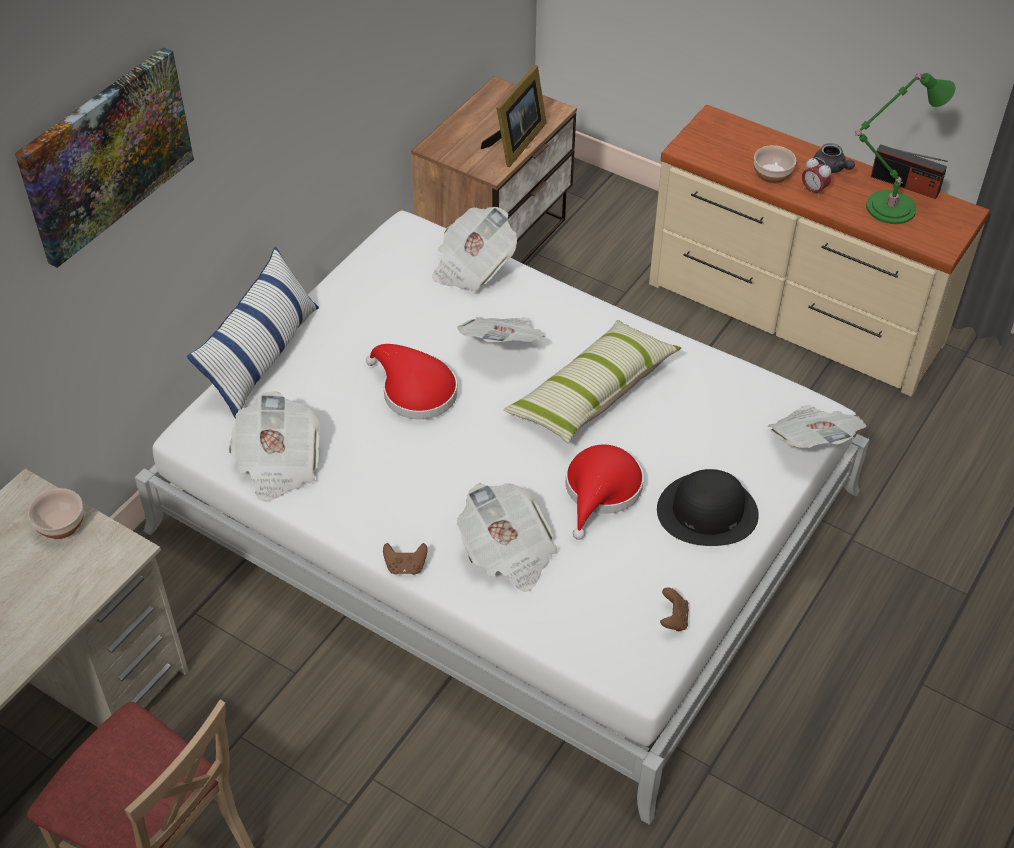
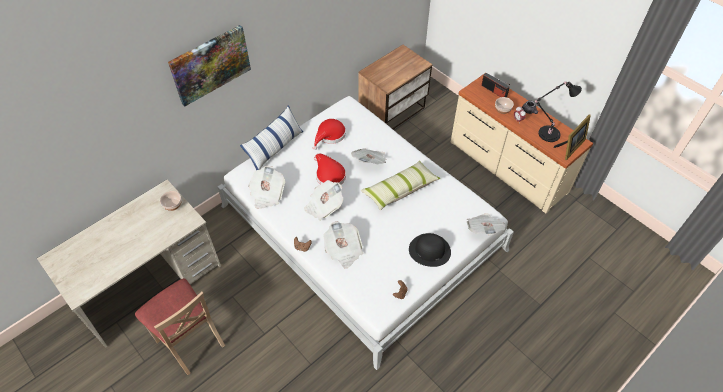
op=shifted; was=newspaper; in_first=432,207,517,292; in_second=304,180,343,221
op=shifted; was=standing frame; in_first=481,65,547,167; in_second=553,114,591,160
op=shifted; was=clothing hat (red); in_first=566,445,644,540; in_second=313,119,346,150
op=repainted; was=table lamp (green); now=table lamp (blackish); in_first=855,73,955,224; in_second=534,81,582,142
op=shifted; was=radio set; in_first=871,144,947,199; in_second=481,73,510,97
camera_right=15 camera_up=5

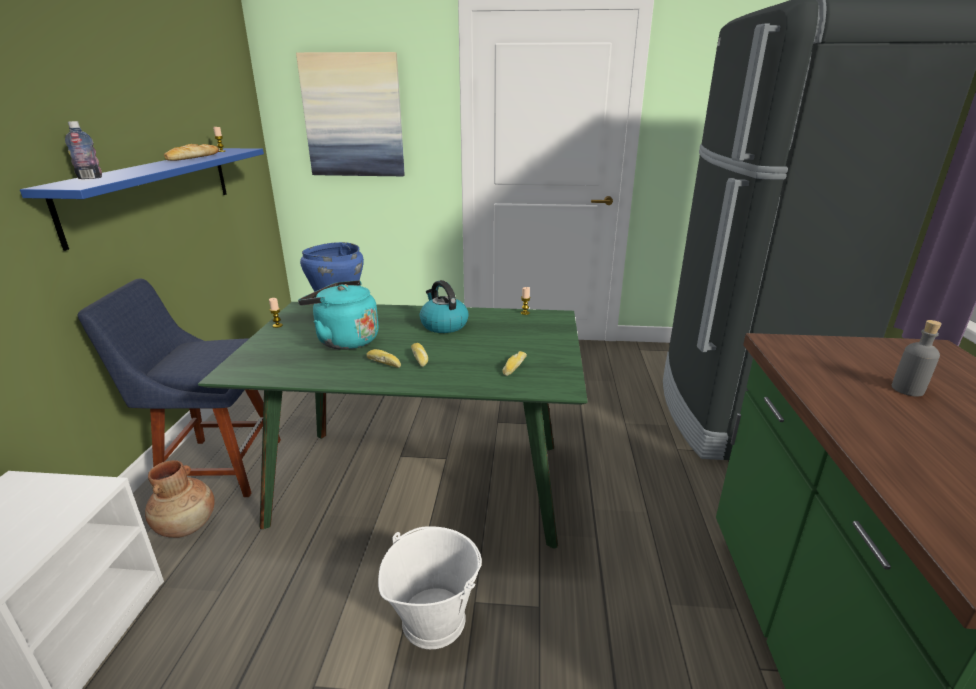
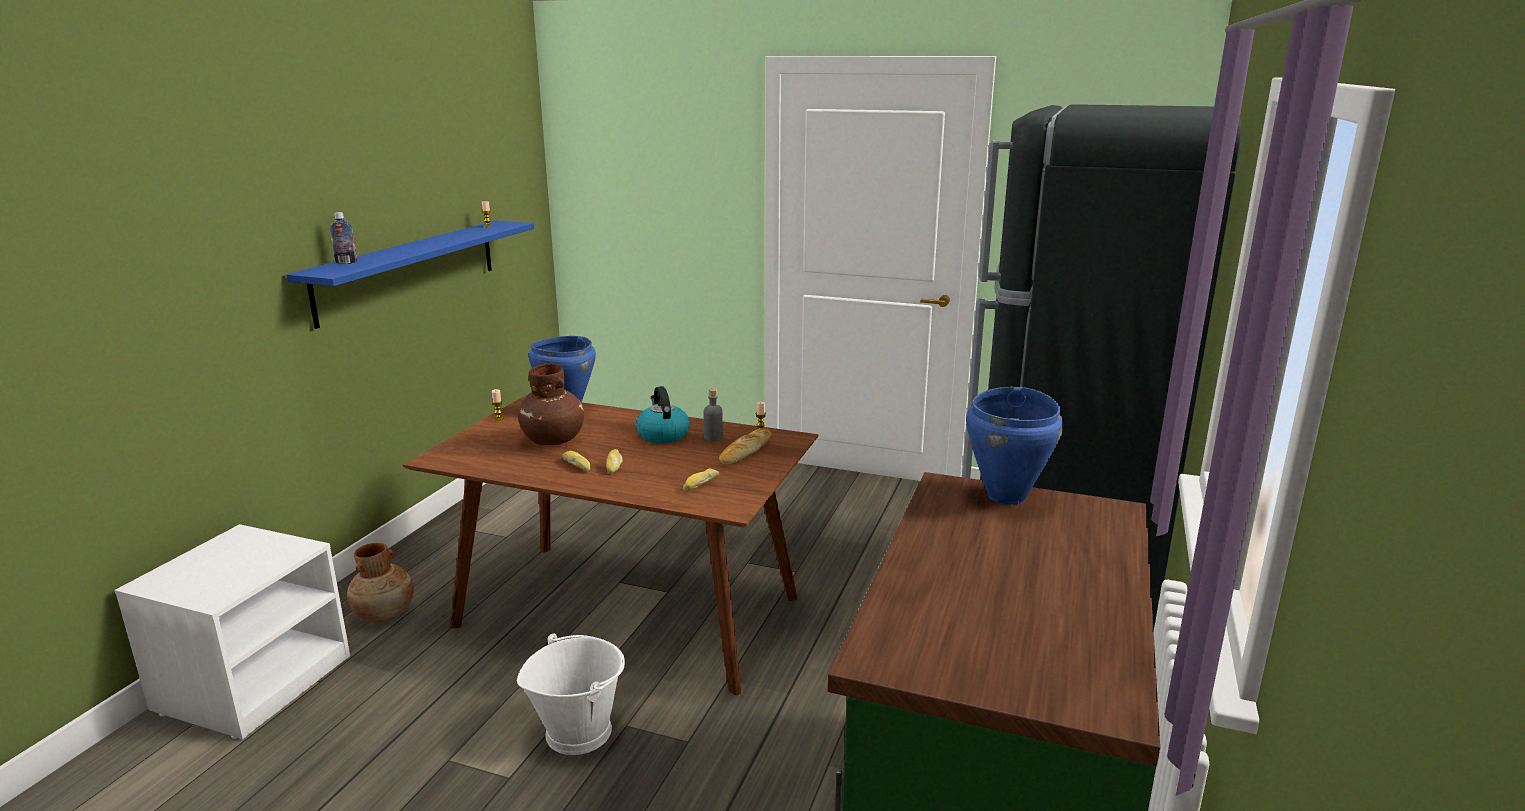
op=gone; was=upright chair (bluish); in_first=77,279,281,497
op=shifted; was=bread; in_first=164,144,219,161; in_second=719,428,772,465
op=repainted; was=dinner table (green); now=dinner table (brown-coloured); in_first=198,302,588,549; in_second=403,395,819,695
op=gone; was=wall picture; in_first=296,52,405,176
op=swapped; was=kettle (turquoise); now=vase (brown-coloured); in_first=298,280,379,350; in_second=518,364,584,445
op=shifted; was=beverage bottle (greyish); in_first=892,320,942,396; in_second=704,388,723,441
op=new; now=stockpot (bluish); in_second=966,386,1063,505
camera_right=15 camera_up=-5

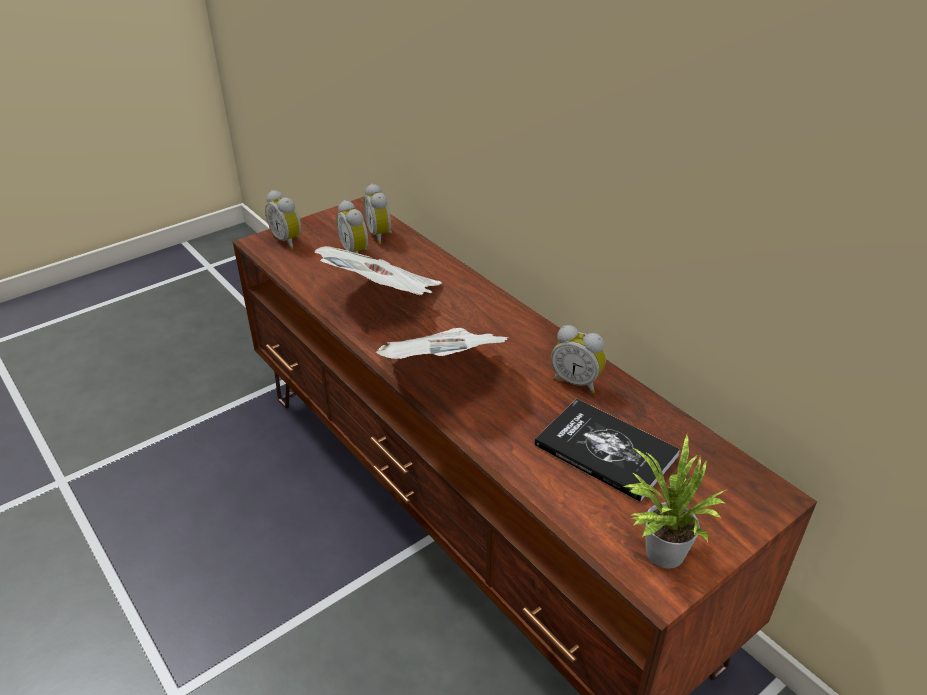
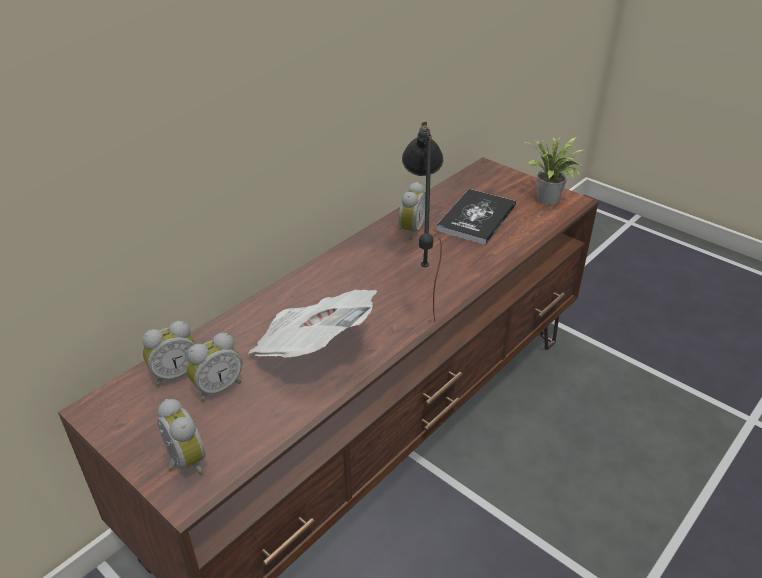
op=rotated; was=alarm clock; in_first=265,190,301,249; in_second=157,399,206,474; clockwise=-75
op=swapped; was=newspaper; now=table lamp (blackish); in_first=376,328,510,359; in_second=402,122,443,322
camera_right=-100 camera_up=0

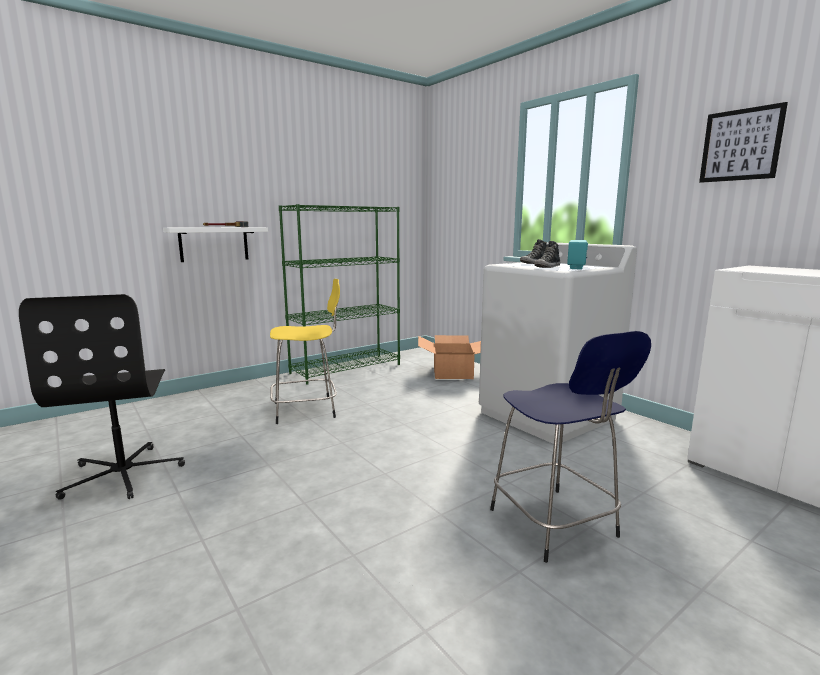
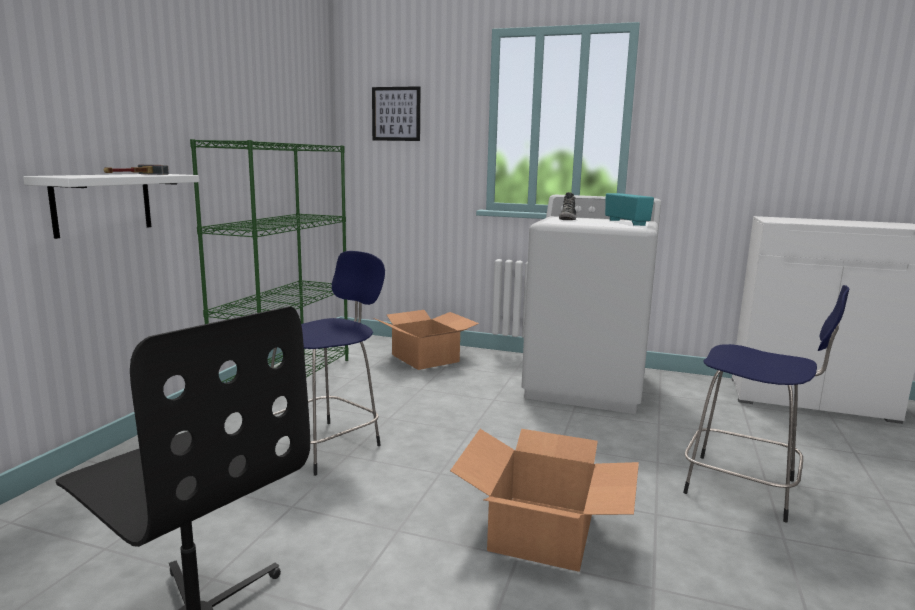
op=repainted; was=stool seat (yellow); now=stool seat (bluish); in_first=270,279,340,424; in_second=271,251,385,476
op=gone; was=shoe; in_first=534,241,560,268
op=shifted; was=wall picture; in_first=699,102,788,183; in_second=372,86,420,141
op=new; now=carton; in_second=450,429,639,572
camera_right=-35 camera_up=0

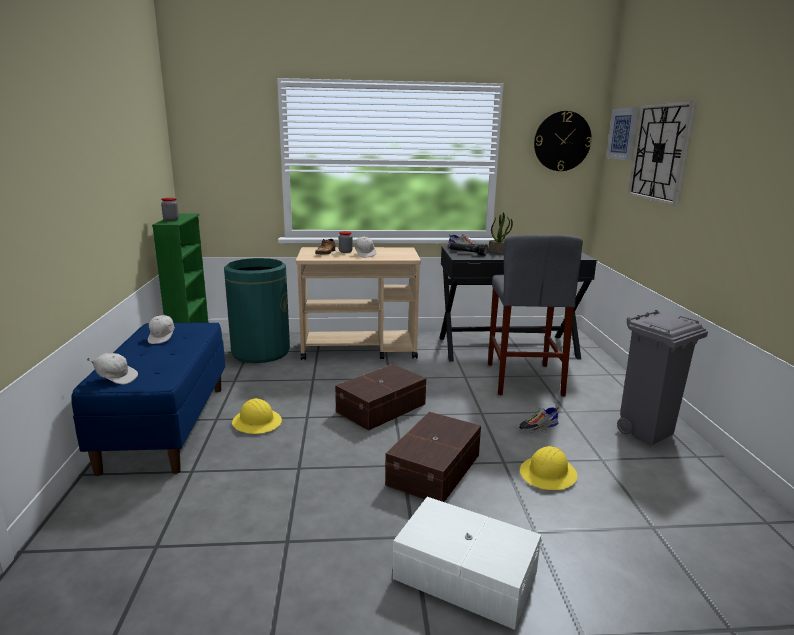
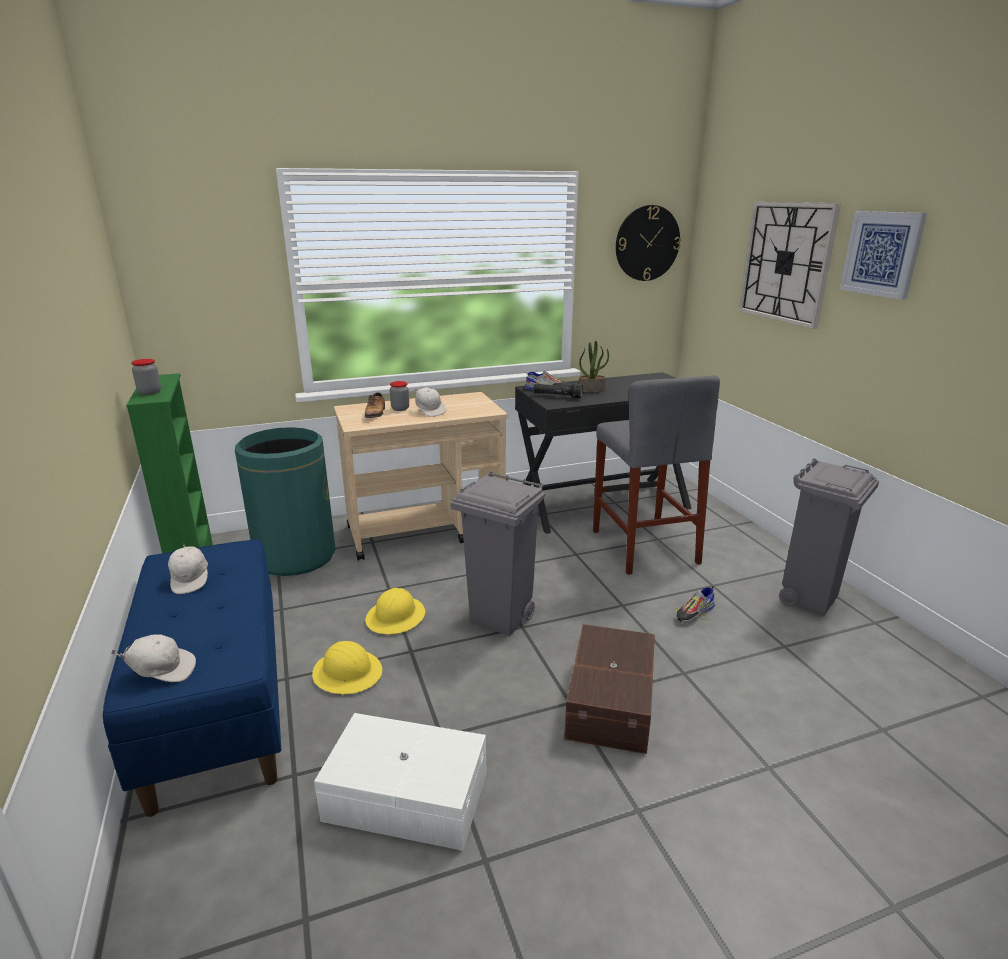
op=swapped; was=storage container (brown-coloured); now=trash can (greyish); in_first=335,364,426,431; in_second=451,471,545,636
op=shifted; was=storage container (whitish); in_first=393,497,541,630; in_second=314,713,486,851
op=shifted; was=hard hat (yellow); in_first=520,446,577,490; in_second=365,588,425,634
op=shifted; was=wall picture; in_first=606,107,639,160; in_second=840,211,927,300
camera_right=-15 camera_up=5

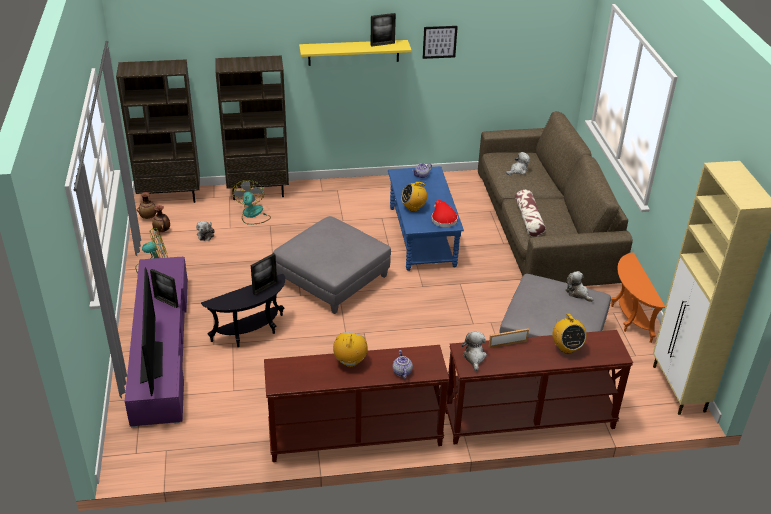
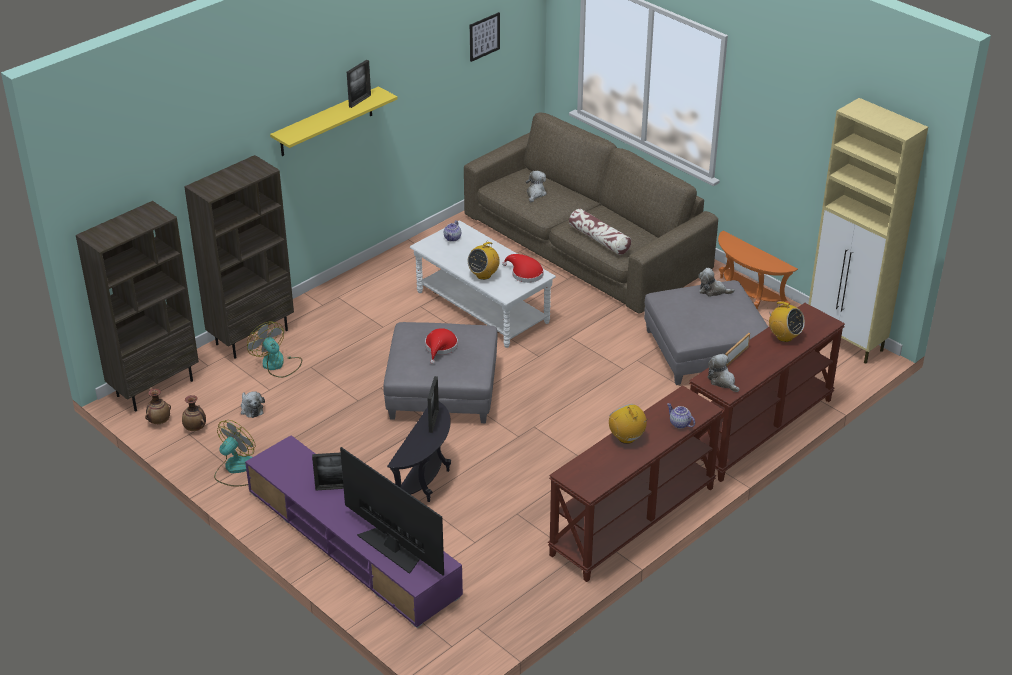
op=repainted; was=coffee table (bluish); now=coffee table (whitish); in_first=388,166,464,271; in_second=410,220,556,348
op=shifted; was=wall picture; in_first=423,26,458,59; in_second=470,12,500,62
op=new; now=clothing hat (red); in_second=425,328,458,364
camera_right=-35 camera_up=0

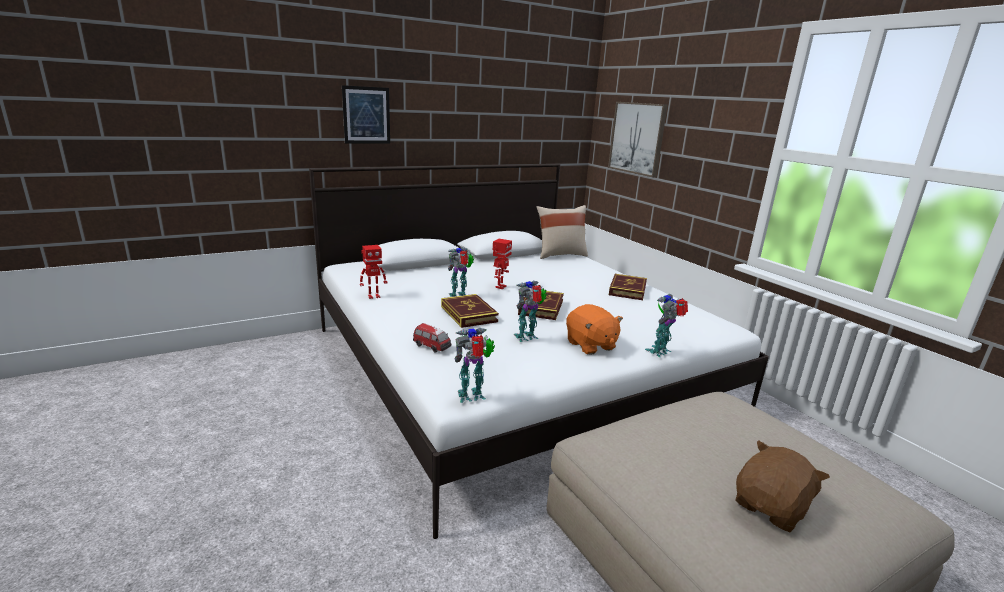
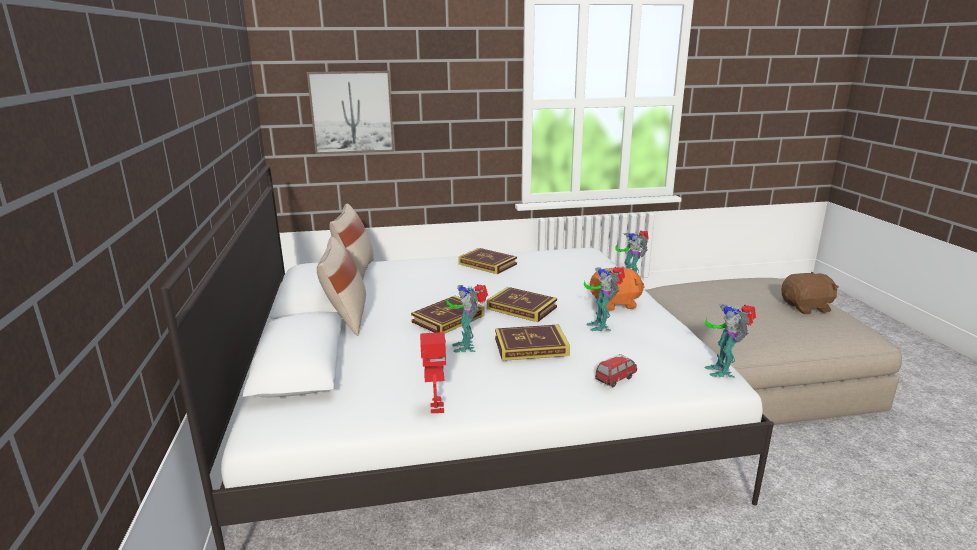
op=gone; was=wall picture; in_first=342,85,390,144
op=swapped; was=toy robot; now=book; in_first=493,239,512,289; in_second=411,295,484,333
op=rotated; was=cuddly toy (brown-coloured); in_first=735,440,830,532; in_second=781,272,839,314; clockwise=105
op=new; now=cushion (beige); in_second=317,237,366,336
camera_right=-70 camera_up=0

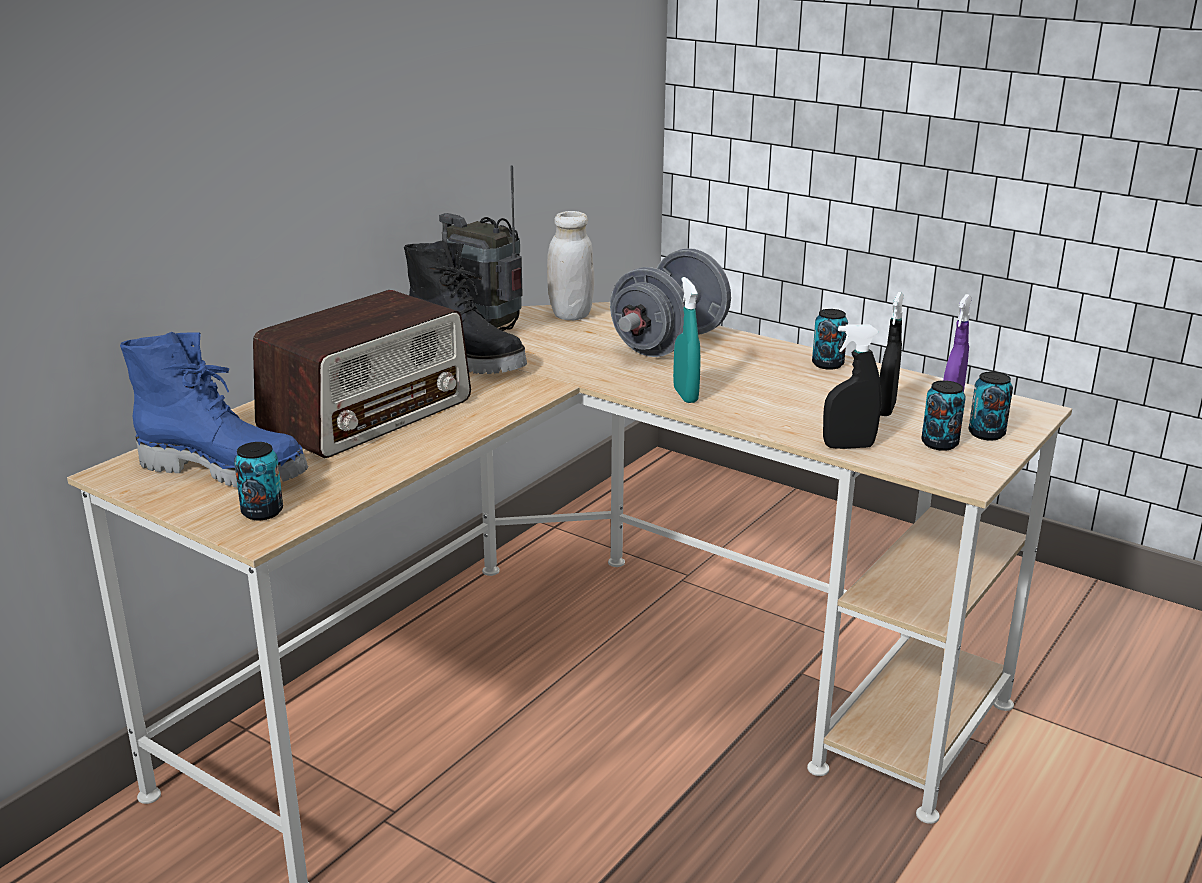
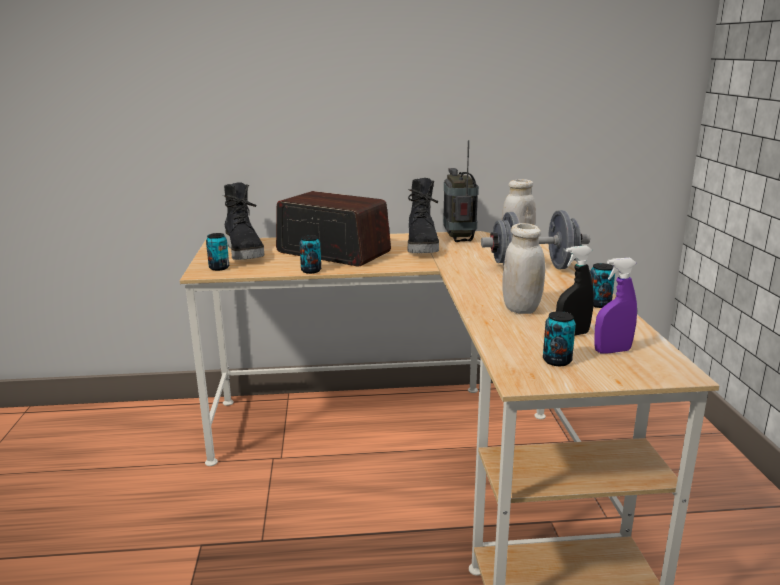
op=repainted; was=boot (bluish); now=boot (blackish); in_first=120,332,308,488; in_second=224,182,264,260
op=rotated; was=radio set; in_first=253,290,471,458; in_second=276,191,391,267; clockwise=-150
op=gone; was=hand sprayer (turquoise); in_first=673,277,701,403
op=gone; was=hand sprayer (blackish); in_first=823,324,882,449
op=shifted; was=can; in_first=968,372,1013,441; in_second=299,235,321,274
op=new; now=storage jar (whitish); in_second=502,223,545,314
camera_right=50 camera_up=-5

